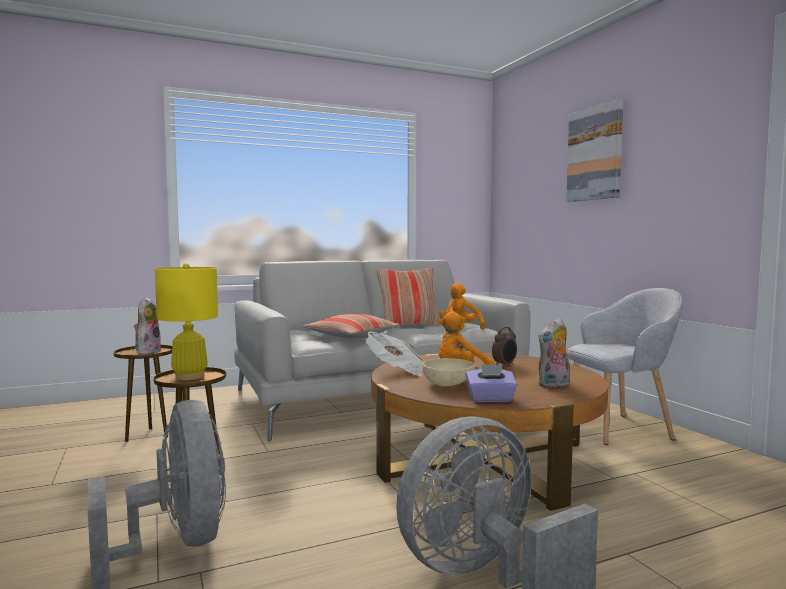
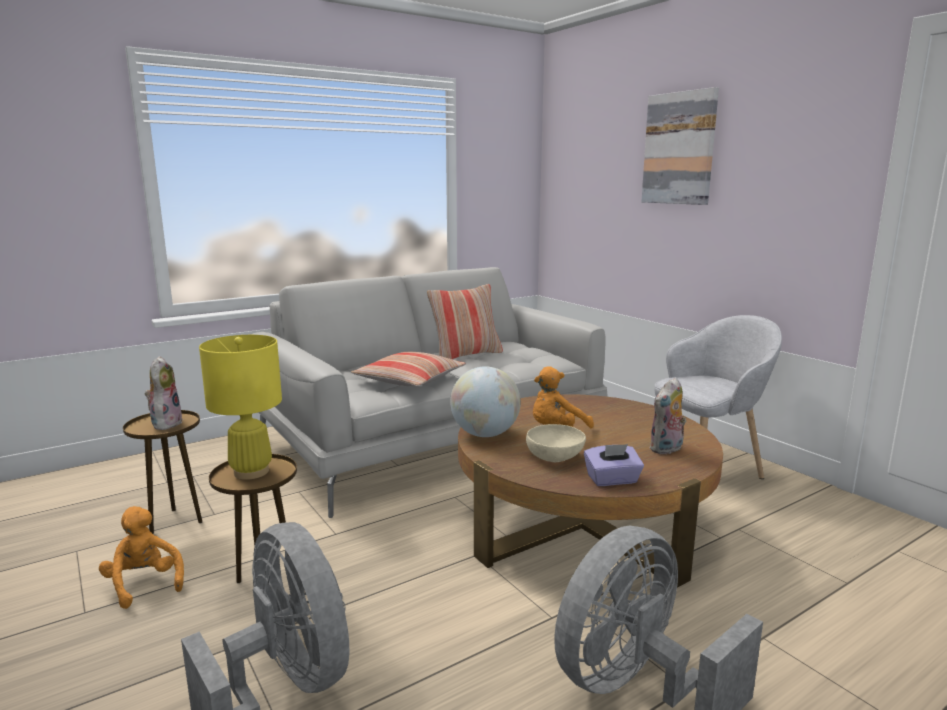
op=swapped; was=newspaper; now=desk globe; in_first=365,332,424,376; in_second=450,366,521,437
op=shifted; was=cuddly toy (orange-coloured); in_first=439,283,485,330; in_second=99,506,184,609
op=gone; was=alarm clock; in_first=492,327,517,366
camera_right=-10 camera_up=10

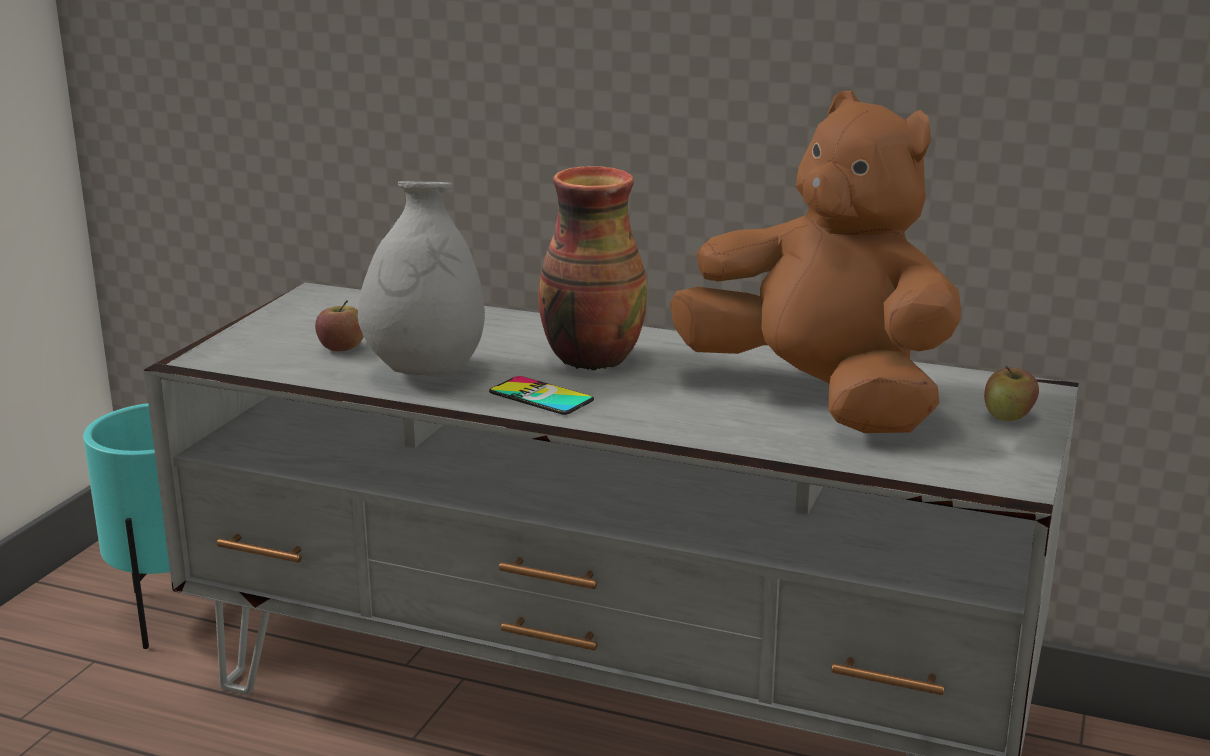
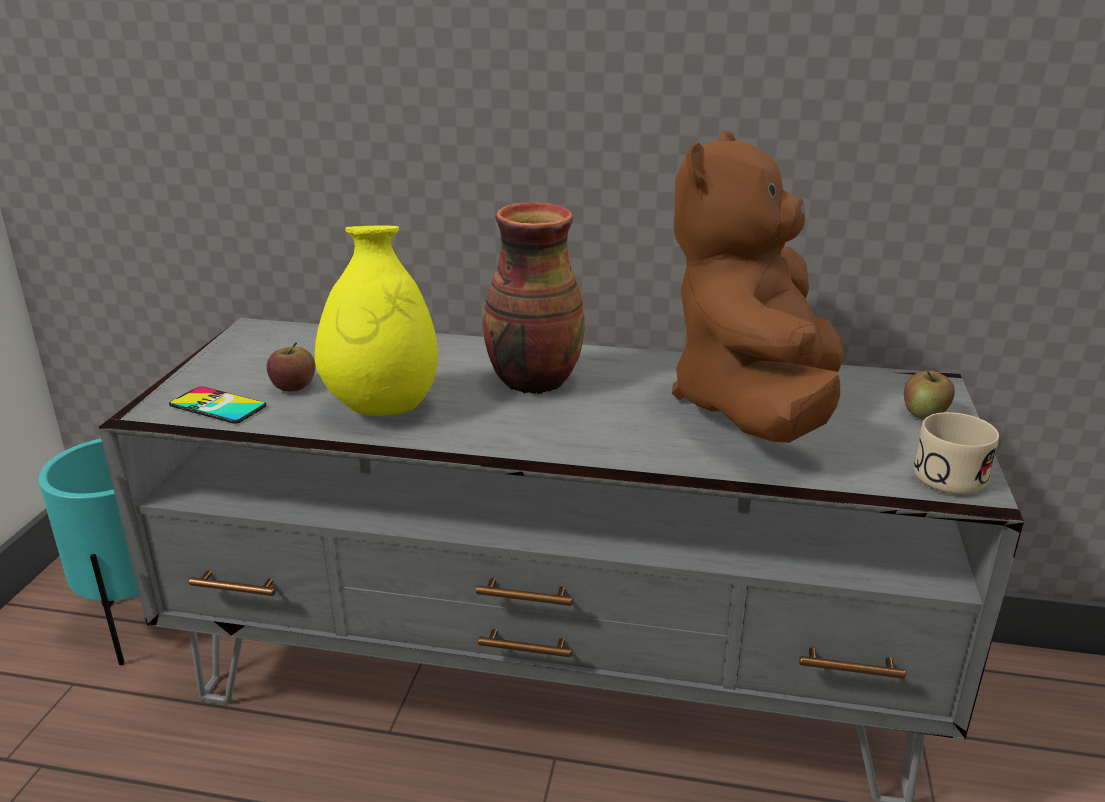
op=repainted; was=vase (greyish); now=vase (yellow); in_first=358,181,485,376; in_second=315,225,438,416
op=shifted; was=phone; in_first=489,376,594,415; in_second=169,386,266,424
op=rotated; was=cuddly toy (brown-coloured); in_first=670,91,961,433; in_second=672,131,844,443; clockwise=-105
op=new; now=tea mug (beige); in_second=914,412,999,495
camera_right=-10 camera_up=5

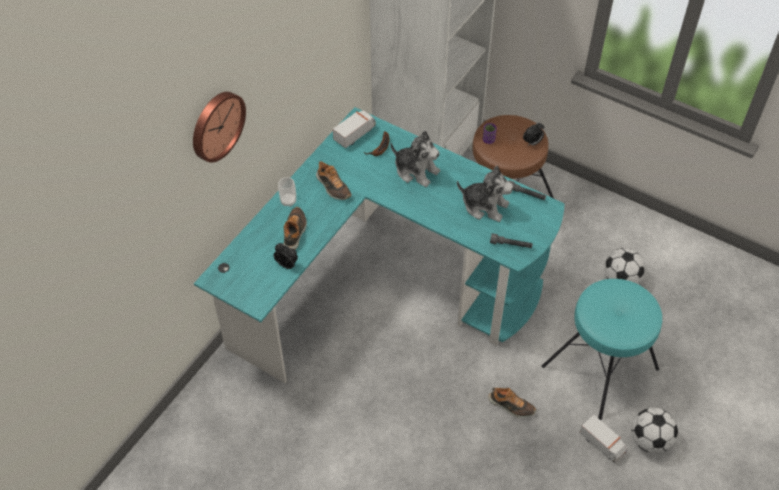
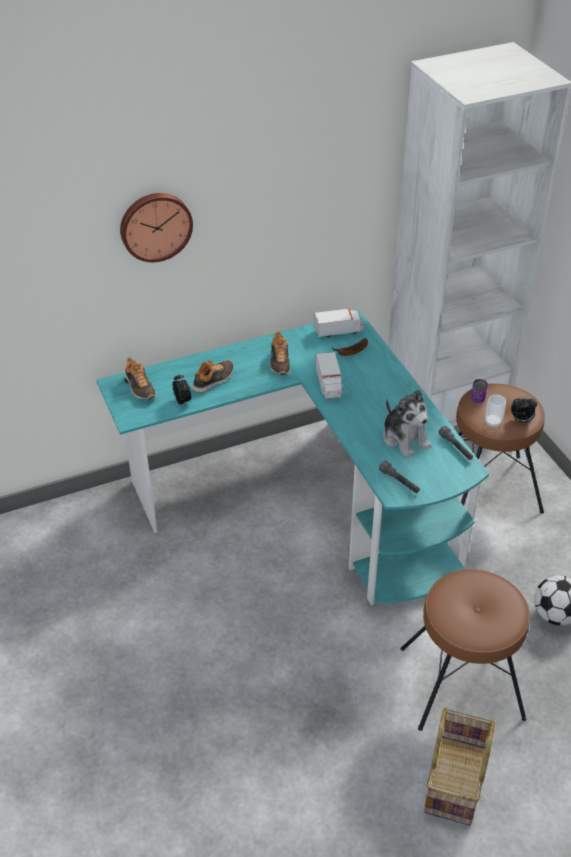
op=shifted; was=cup; in_first=278,177,296,207; in_second=485,395,506,428
op=gone; was=cuddly toy; in_first=391,131,440,187
op=shifted; was=shoe; in_first=488,388,536,418; in_second=125,358,156,400
op=repainted; was=stool seat (turquoise); now=stool seat (brown-coloured); in_first=542,279,662,420; in_second=400,569,530,731
op=shifted; was=model truck; in_first=579,414,627,463; in_second=316,352,343,399
op=swapped; was=football ball; now=household basket; in_first=631,408,678,453; in_second=424,707,495,825
camera_right=35 camera_up=-10

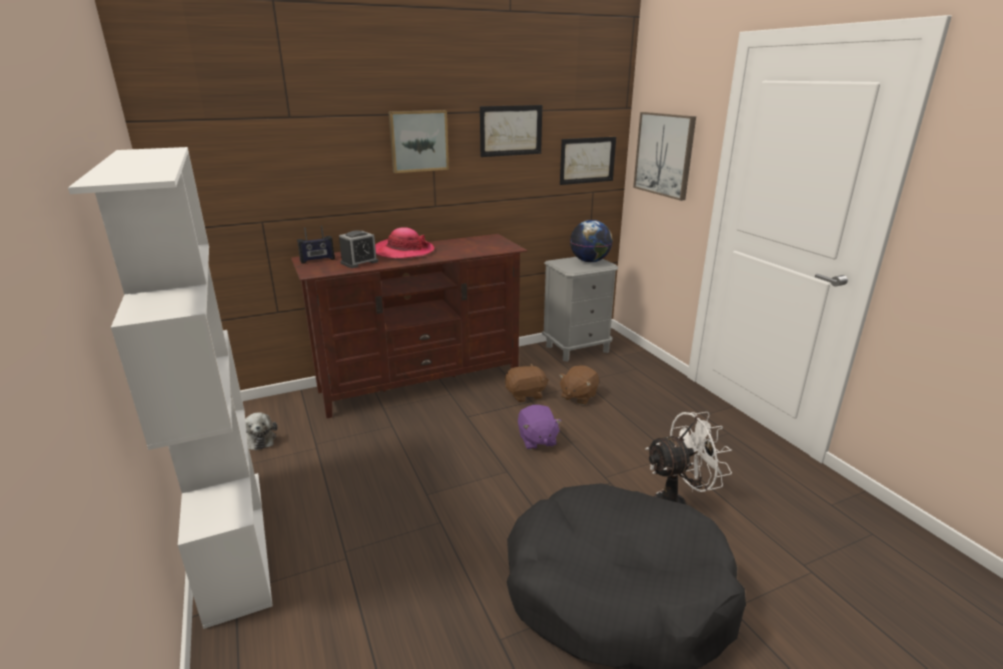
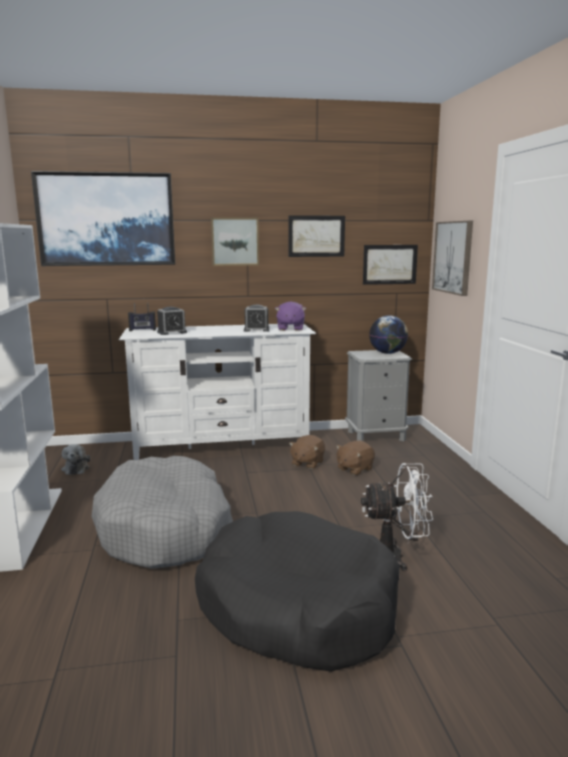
op=repainted; was=tv unit (brown-coloured); now=tv unit (whitish); in_first=291,234,527,418; in_second=119,324,316,460
op=gone; was=clothing hat; in_first=375,227,435,258
op=rotated; was=cuddly toy (brown-coloured); in_first=505,363,549,402; in_second=289,435,325,469; clockwise=120
op=shifted; was=cuddly toy (purplish); in_first=518,405,562,450; in_second=275,301,306,331
op=new; now=wall picture; in_second=31,171,175,266
op=new; now=dog bed (greyish); in_second=92,456,233,569
op=new; now=alarm clock; in_second=244,305,270,332
camera_right=15 camera_up=-10

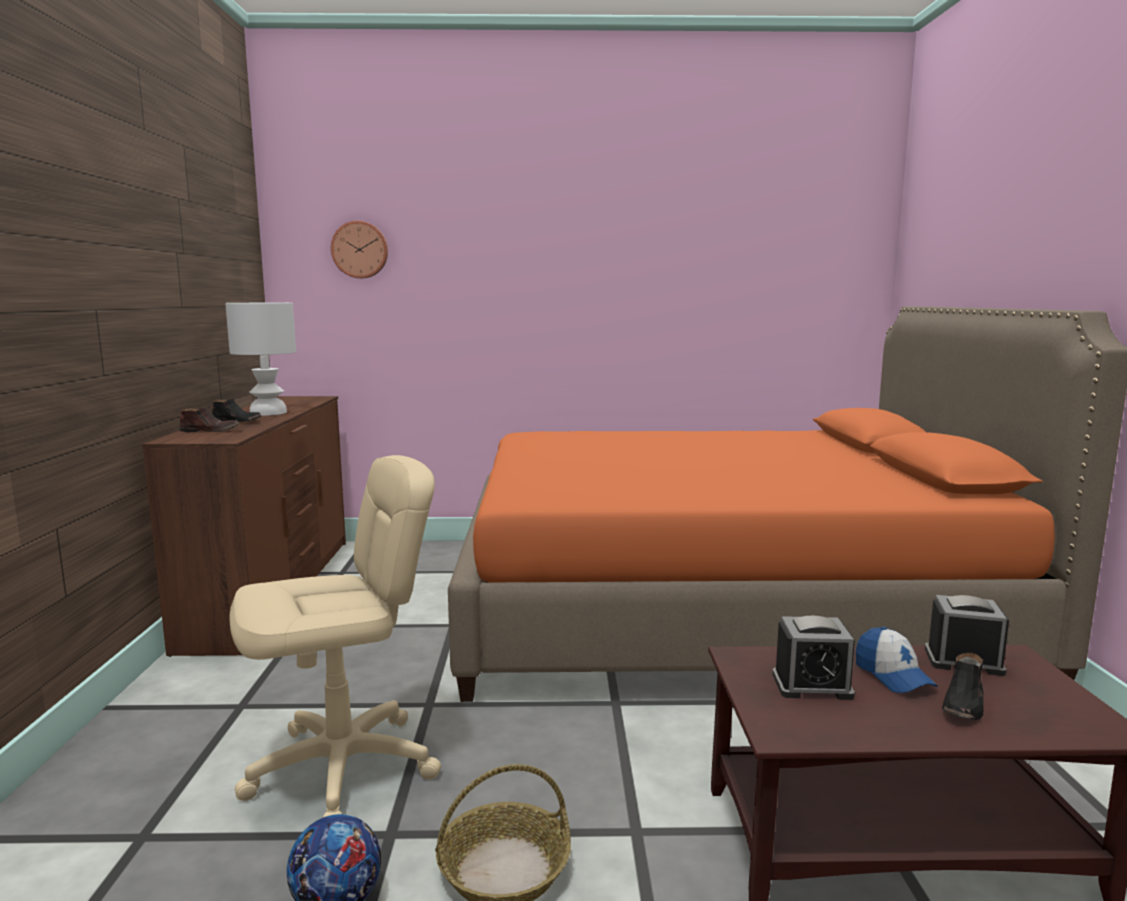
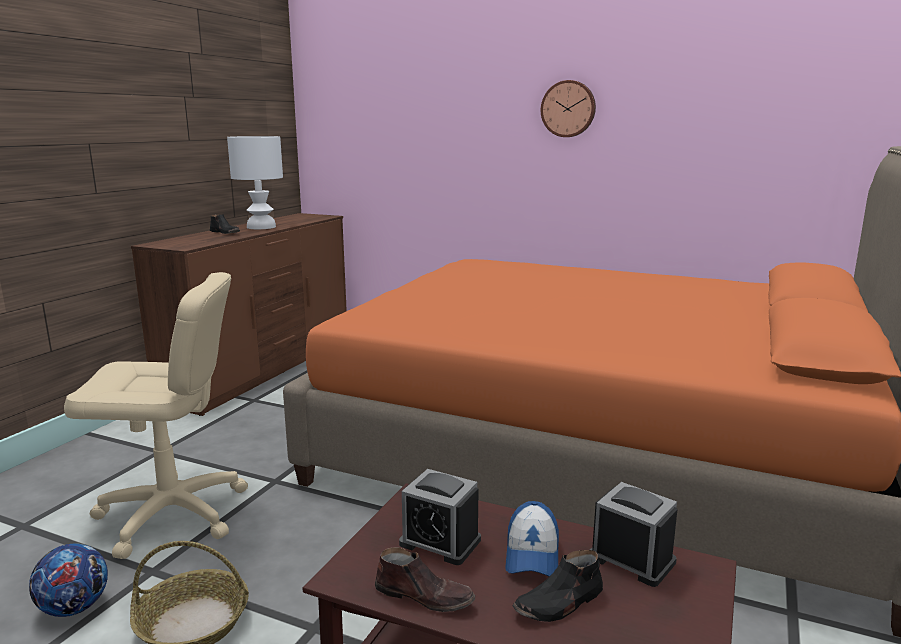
op=shifted; was=shoe (brown-coloured); in_first=179,407,240,432; in_second=375,547,475,612
op=shifted; was=clock on the wall; in_first=331,221,388,278; in_second=541,80,596,137
camera_right=25 camera_up=5

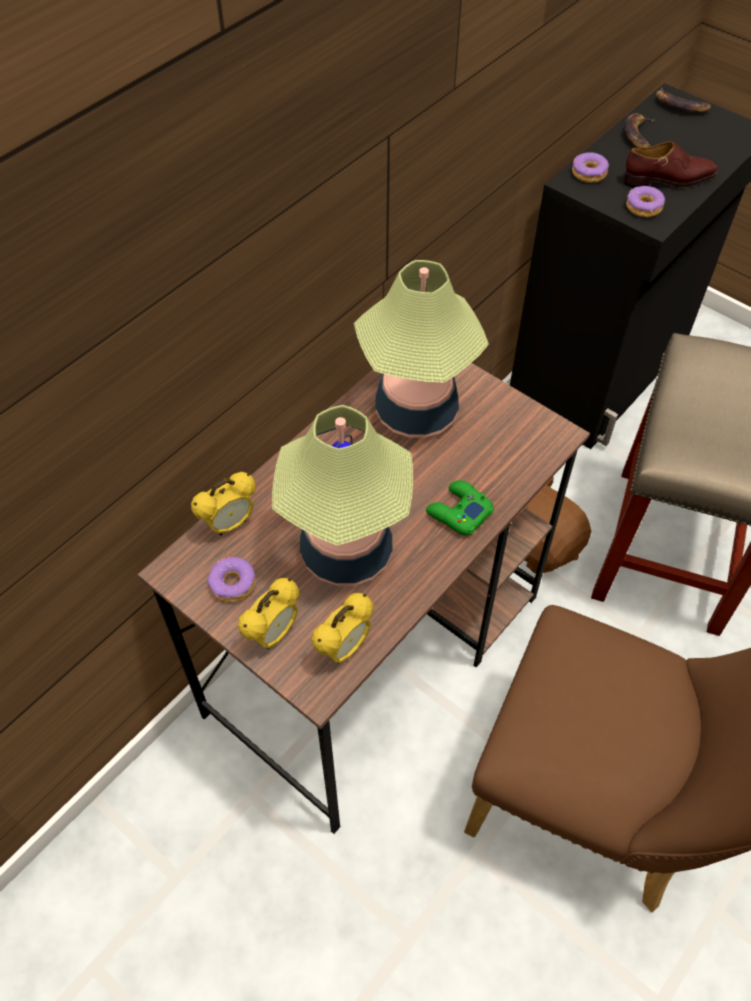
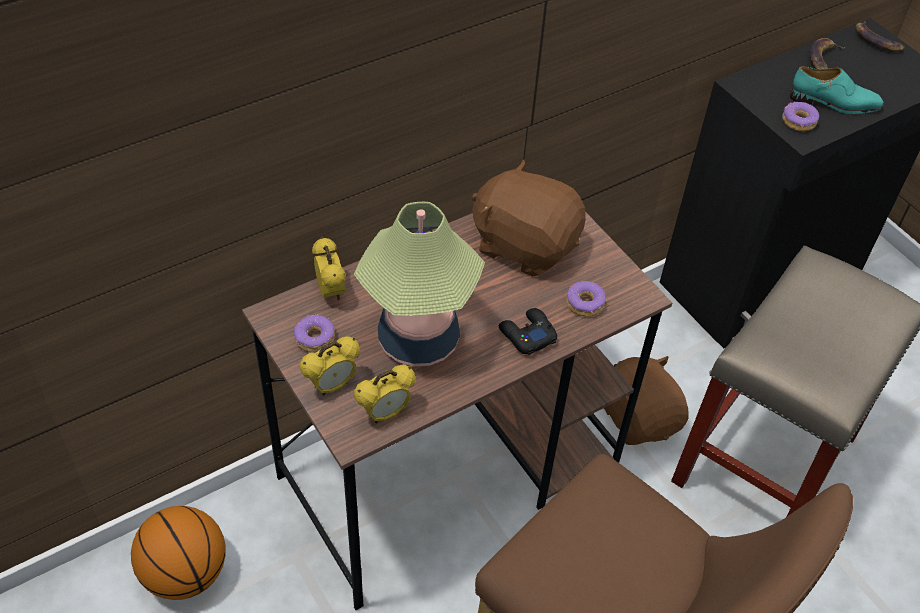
op=rotated; was=alarm clock; in_first=191,472,255,536; in_second=312,237,346,300; clockwise=-90
op=swapped; was=table lamp; now=cuddly toy (brown-coloured); in_first=354,260,489,438; in_second=472,160,586,277
op=repainted; was=joypad (green); now=joypad (blackish); in_first=426,480,494,535; in_second=499,308,557,355
op=shifted; was=doughnut; in_first=572,153,609,183; in_second=566,281,606,317
op=repainted; was=shoe (brown-coloured); now=shoe (turquoise); in_first=624,141,718,188; in_second=790,66,884,114
op=new; now=basketball; in_second=131,506,226,600
camera_right=15 camera_up=-5

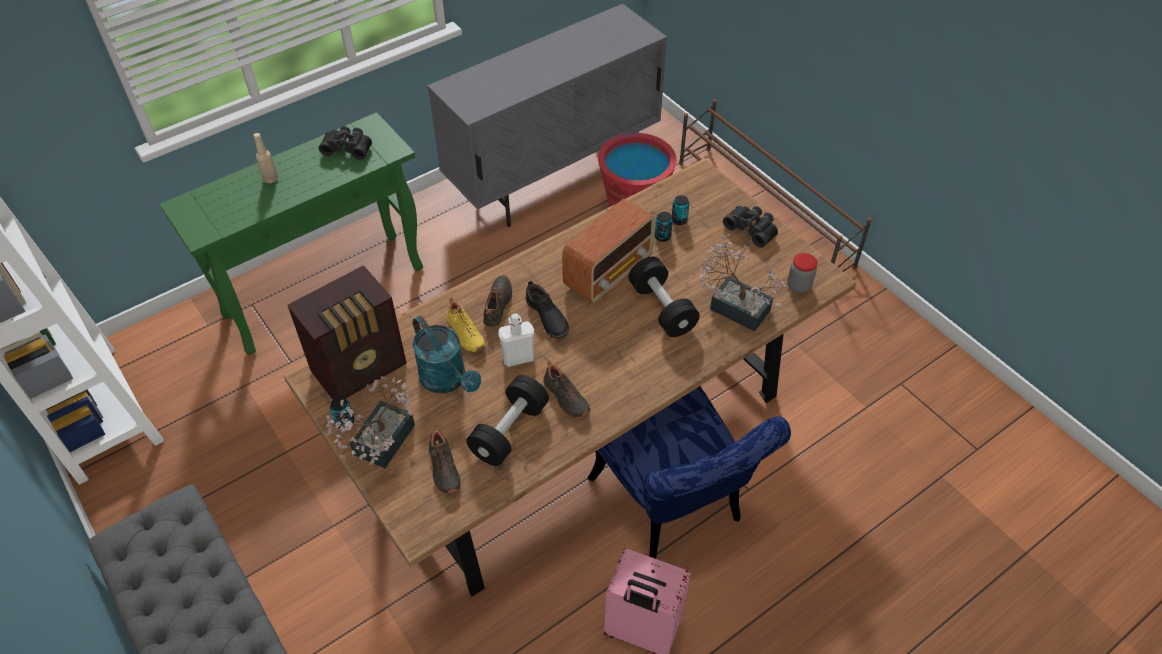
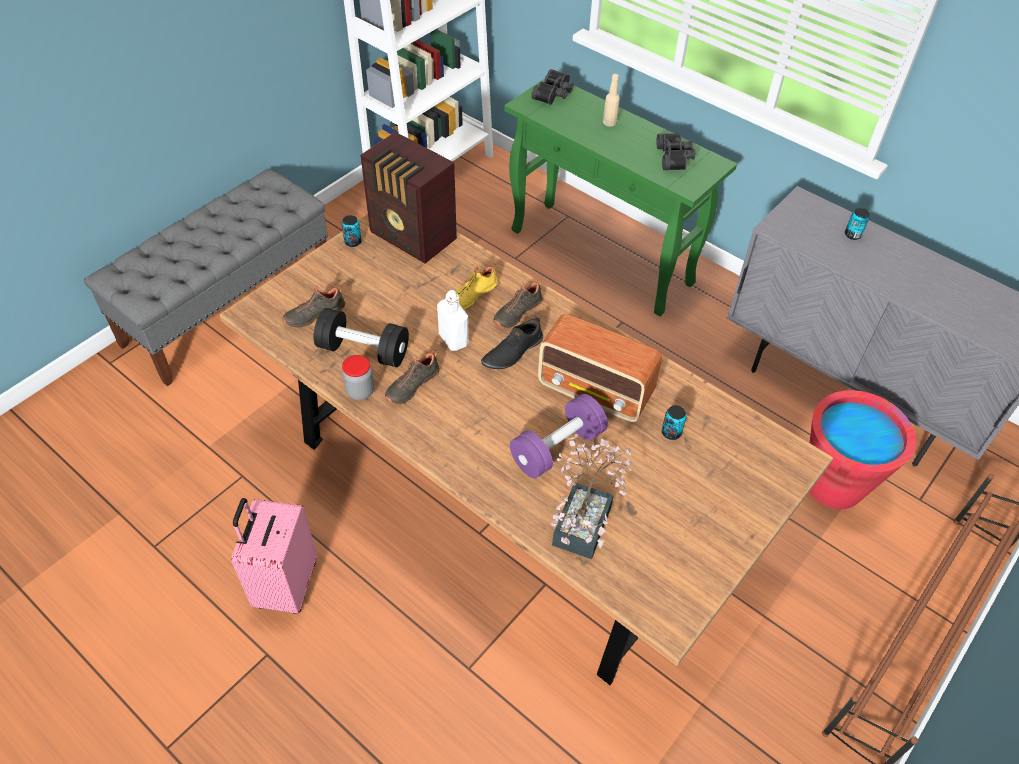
op=gone; was=potted plant; in_first=326,376,415,468
op=gone; was=watering pot (turquoise); in_first=412,316,481,394
op=rotated; was=shoe (blackish); in_first=483,275,512,327; in_second=494,279,542,329; clockwise=135
op=gone; was=upright chair (bluish); in_first=588,386,791,559
op=repainted; was=free weight (blackish); now=free weight (purplish); in_first=629,257,700,337; in_second=510,394,608,479
op=shifted; was=can; in_first=672,195,689,225; in_second=845,208,870,240
op=shifted; was=binoculars (blackish); in_first=723,206,778,248; in_second=531,69,574,105
op=shifted; was=storage jar; in_first=787,253,818,293; in_second=342,355,374,400
camera_right=75 camera_up=0

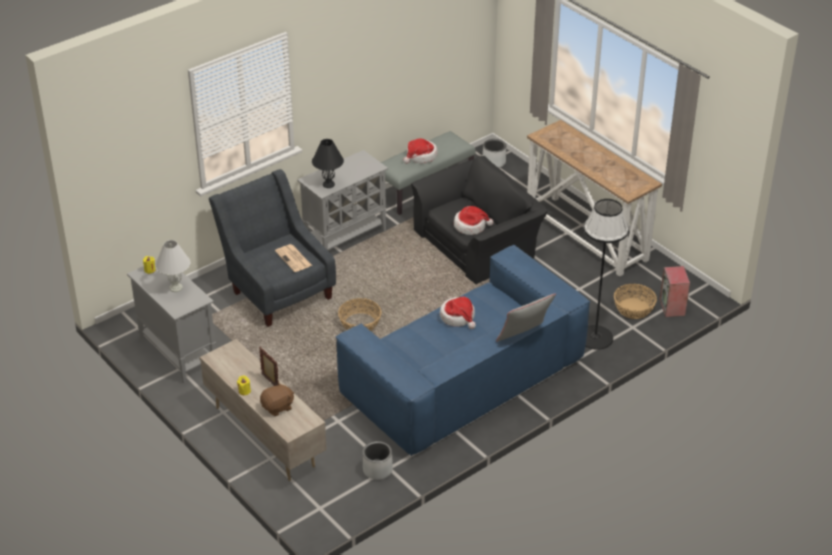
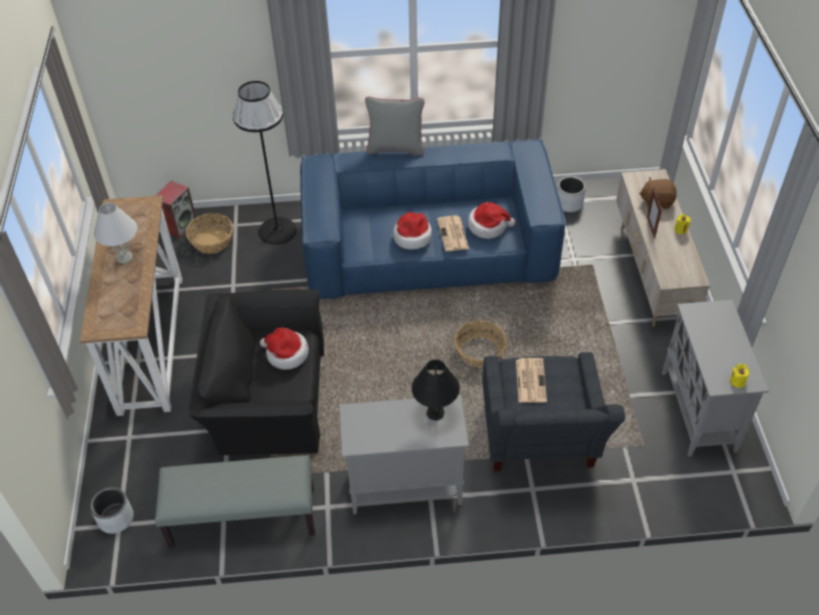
op=shifted; was=table lamp (whitish); in_first=155,240,190,292; in_second=94,203,137,263
op=shifted; was=clothing hat; in_first=403,138,438,164; in_second=468,202,516,239
op=new; now=newspaper; in_second=437,215,469,251
camera_right=-145 camera_up=10

